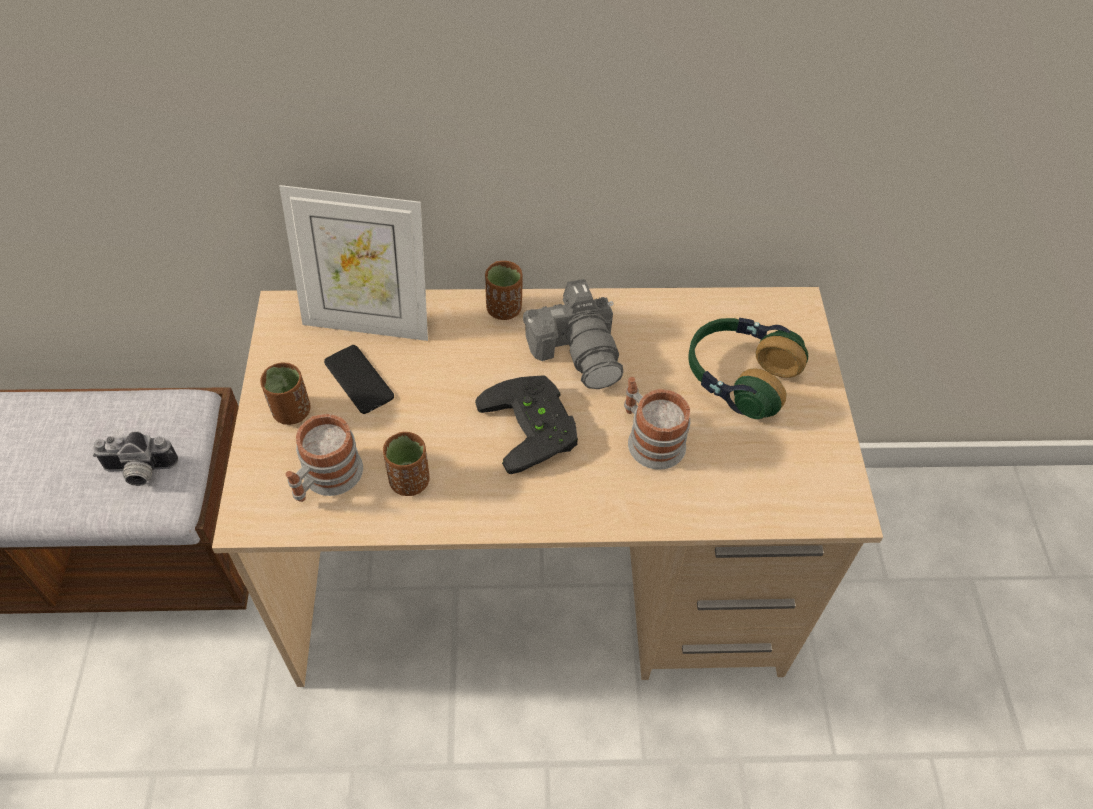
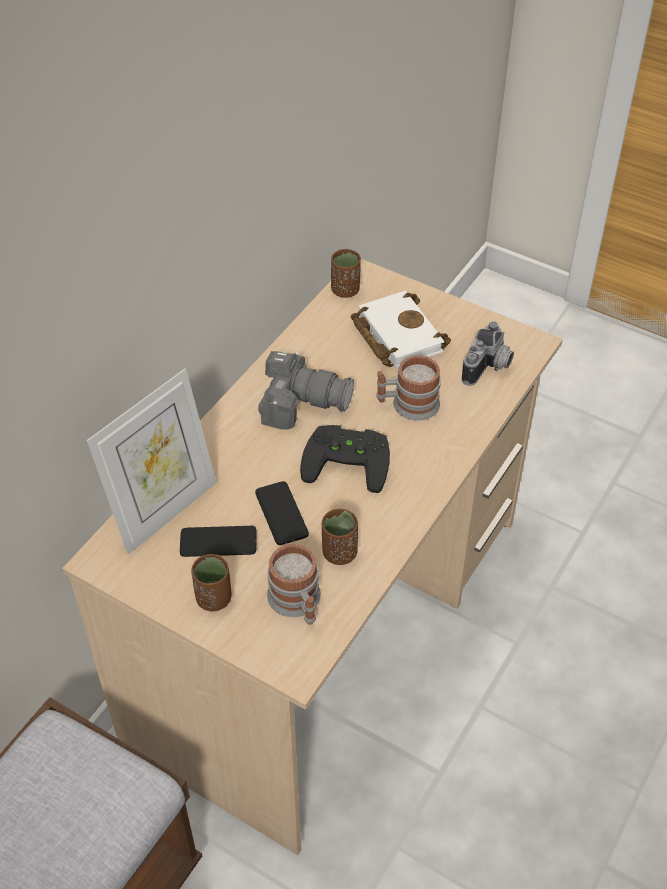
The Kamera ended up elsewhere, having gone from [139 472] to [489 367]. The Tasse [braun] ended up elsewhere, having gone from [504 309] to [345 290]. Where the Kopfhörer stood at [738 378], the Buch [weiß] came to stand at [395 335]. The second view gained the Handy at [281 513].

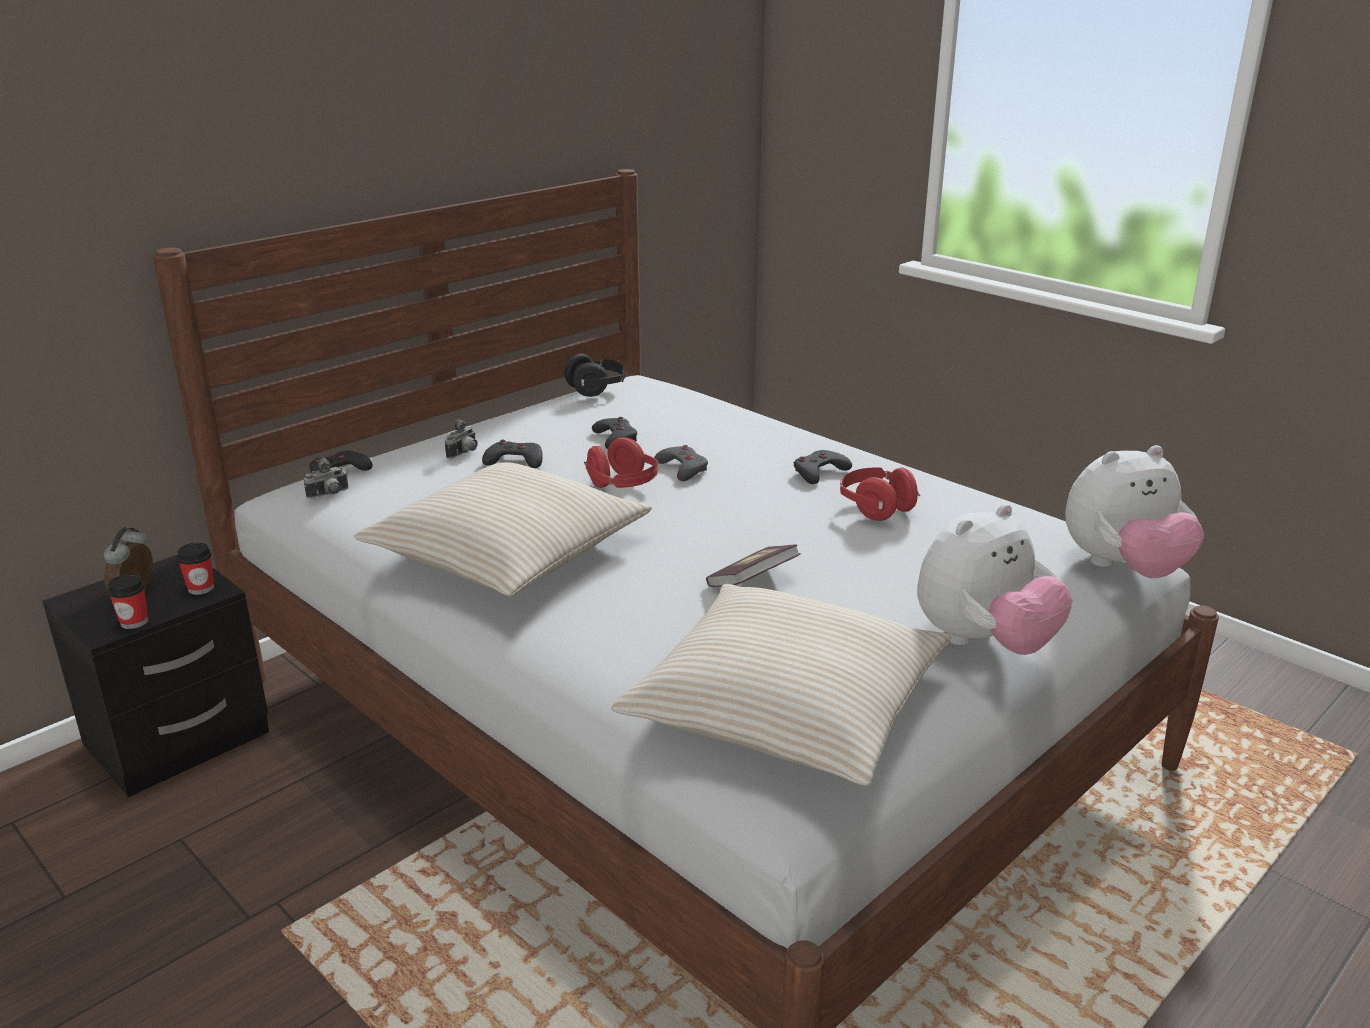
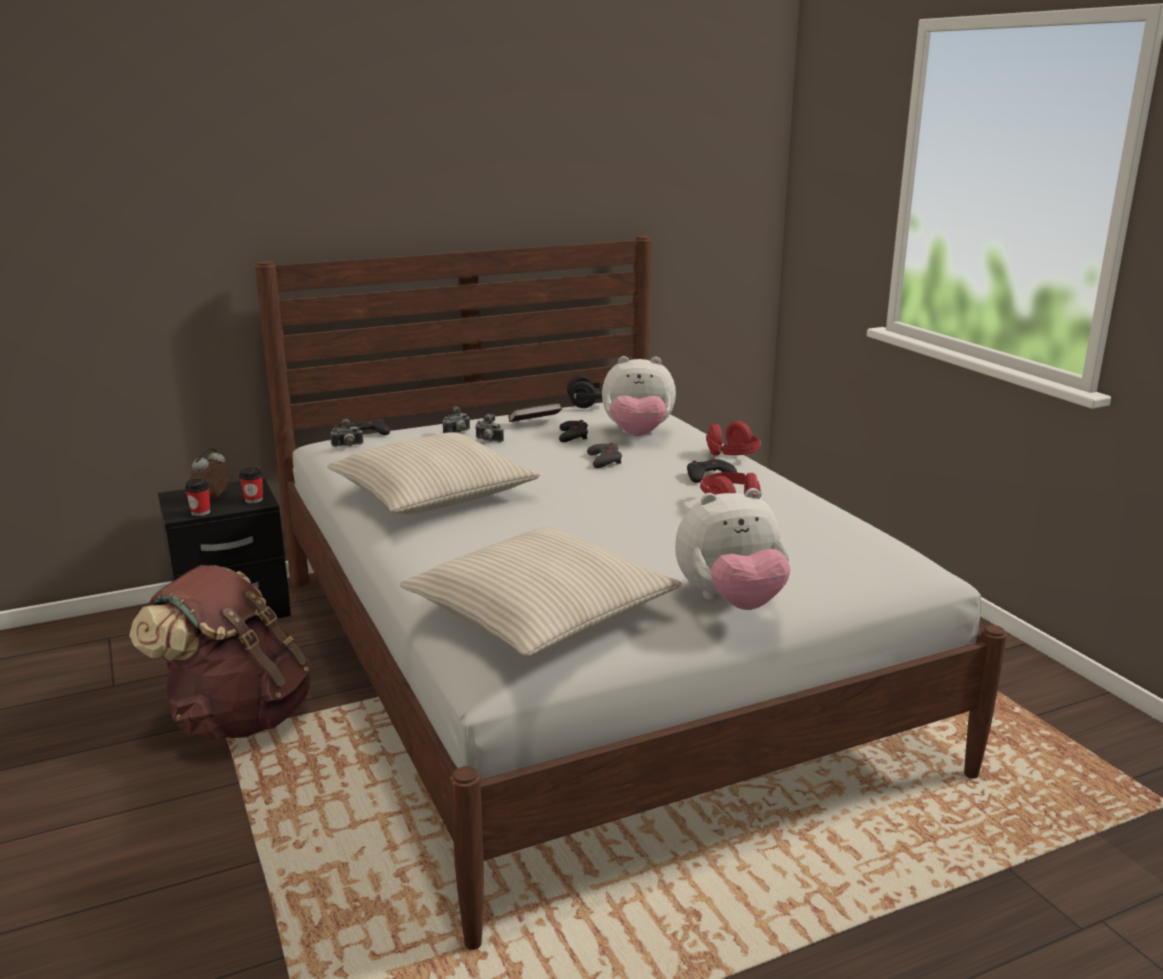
Where the Gamepad [schwarz] stood at [515 460], the Kamera came to stand at [488 441]. The Kopfhörer [rot] ended up elsewhere, having gone from [623 486] to [732 456]. The Buch ended up elsewhere, having gone from [752 582] to [535 423]. The Plüschtier ended up elsewhere, having gone from [1123 568] to [637 435]. The second view gained the Rucksack [braun] at [237 718].

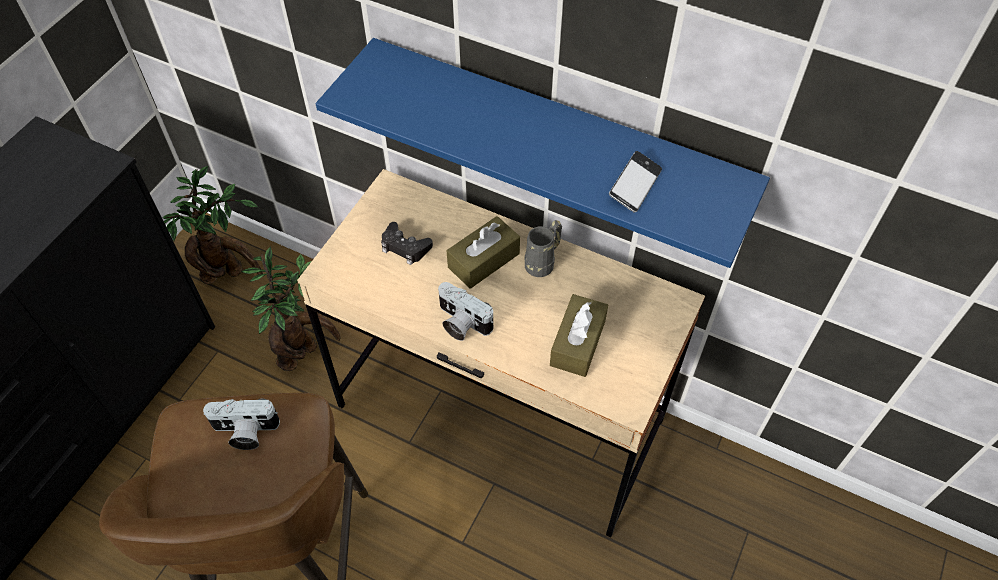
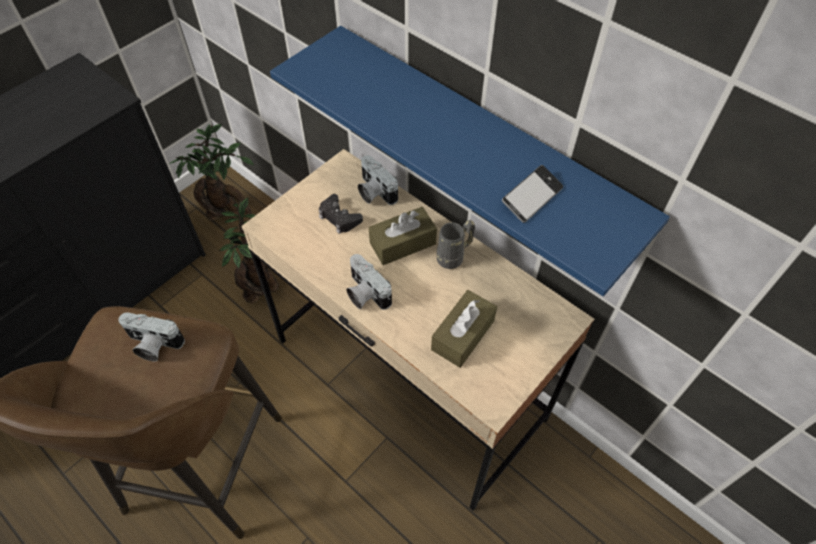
The second view gained the Kamera at [374 192].

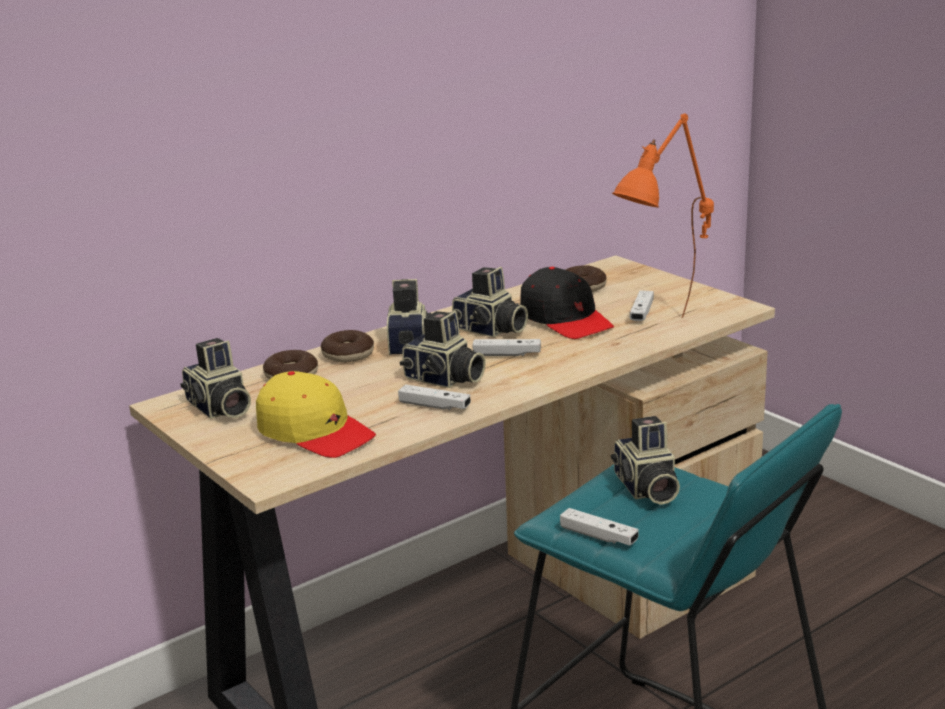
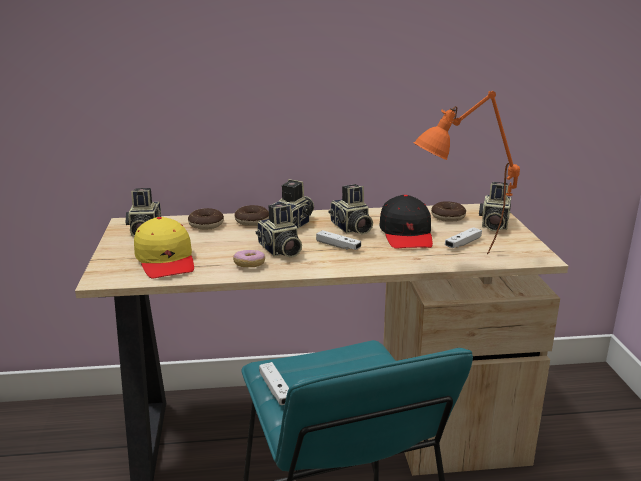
Where the Gamepad [weiß] stood at [434 406], the Donut came to stand at [249 265]. The Kamera ended up elsewhere, having gone from [645 489] to [493 225].

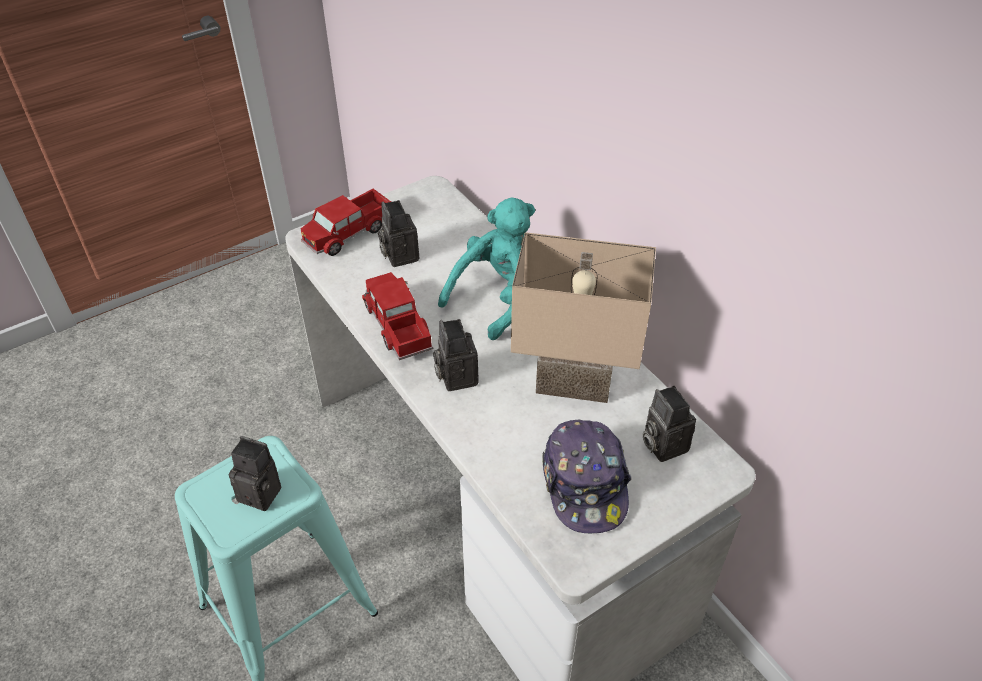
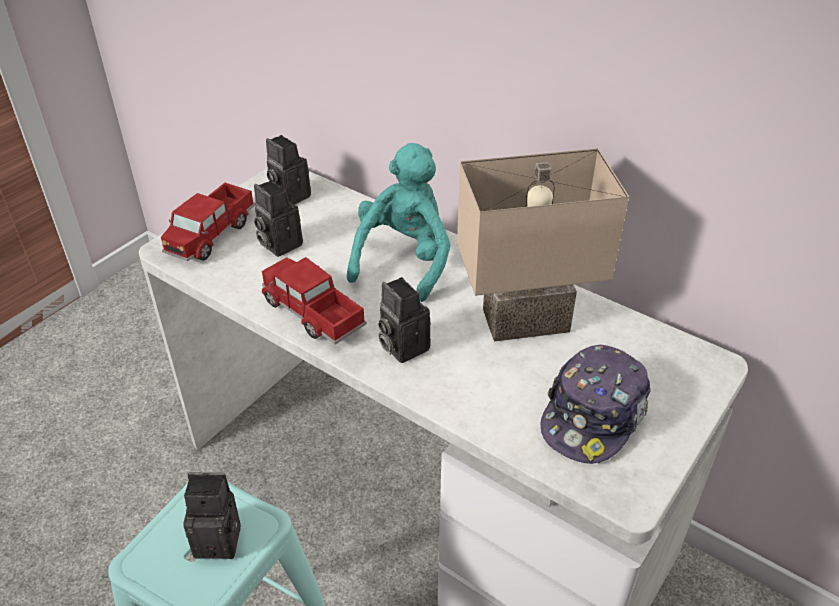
The Kappe at [585 484] ended up facing another way, 60 degrees clockwise from before. The Kamera ended up elsewhere, having gone from [662 443] to [288 196].

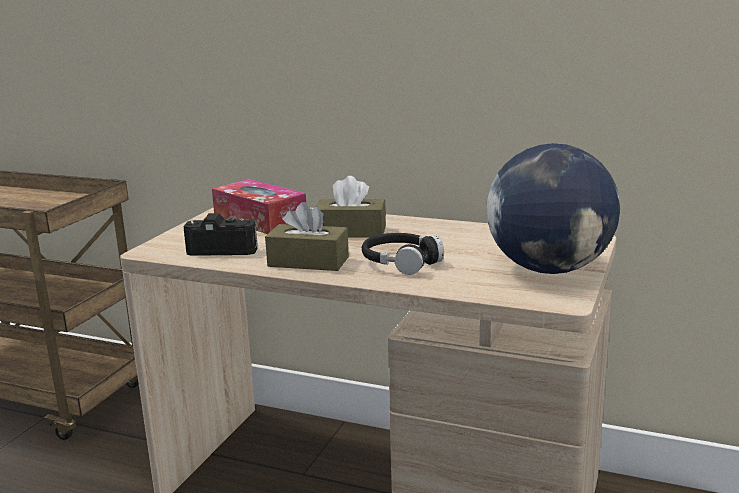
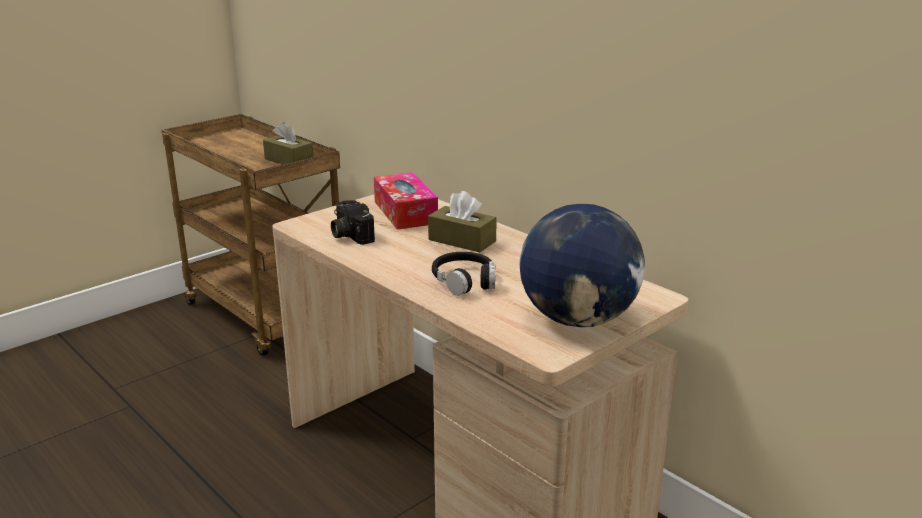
The Kamera at [224 248] ended up facing another way, 150 degrees counterclockwise from before. The Taschentuchbox [braun] ended up elsewhere, having gone from [308 262] to [289 160].

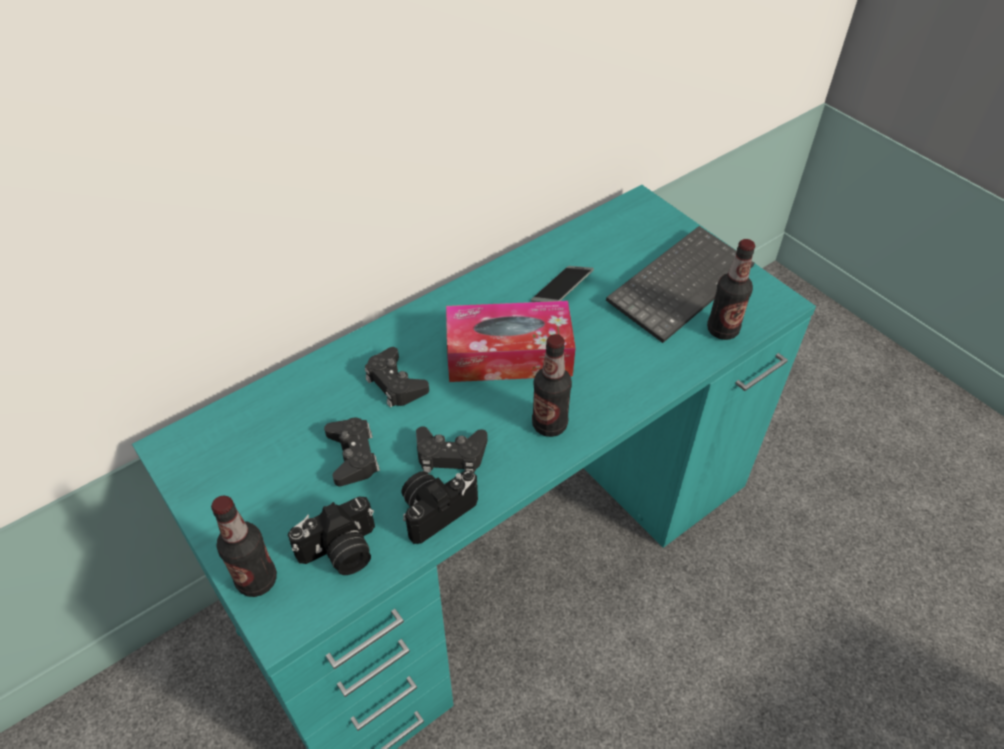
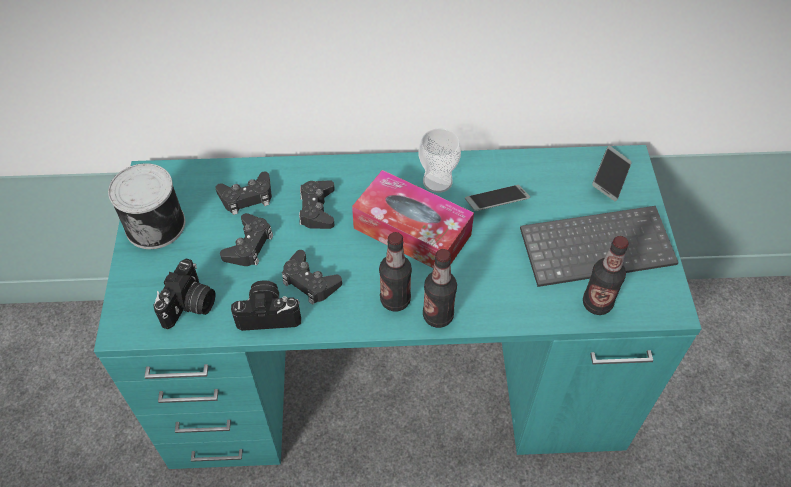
The Flasche ended up elsewhere, having gone from [257 580] to [438 316]. The Kamera at [341 552] ended up facing another way, 75 degrees counterclockwise from before. The second view gained the Dose at [156 224]. The second view gained the Gamepad [schwarz] at [247 197]. The second view gained the Tasse at [437 181]. The second view gained the Handy at [610 177].

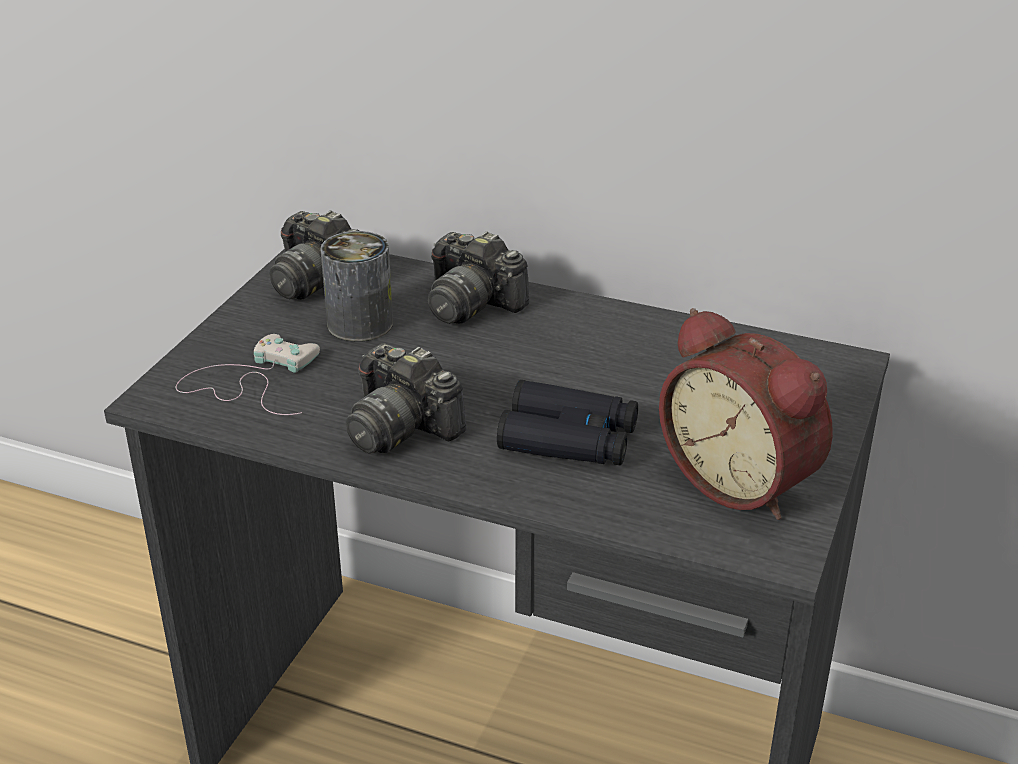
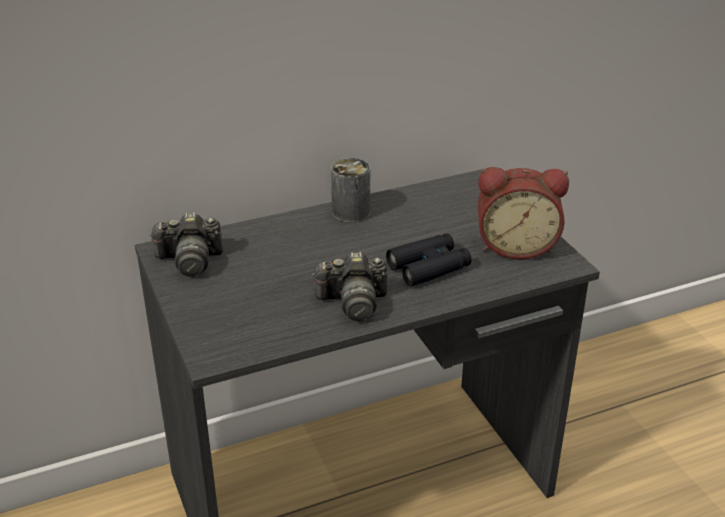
The second view lost the Gamepad [weiß] at [251 381]. The Dose ended up elsewhere, having gone from [360 324] to [351 212]. The second view lost the Kamera at [471 303].

